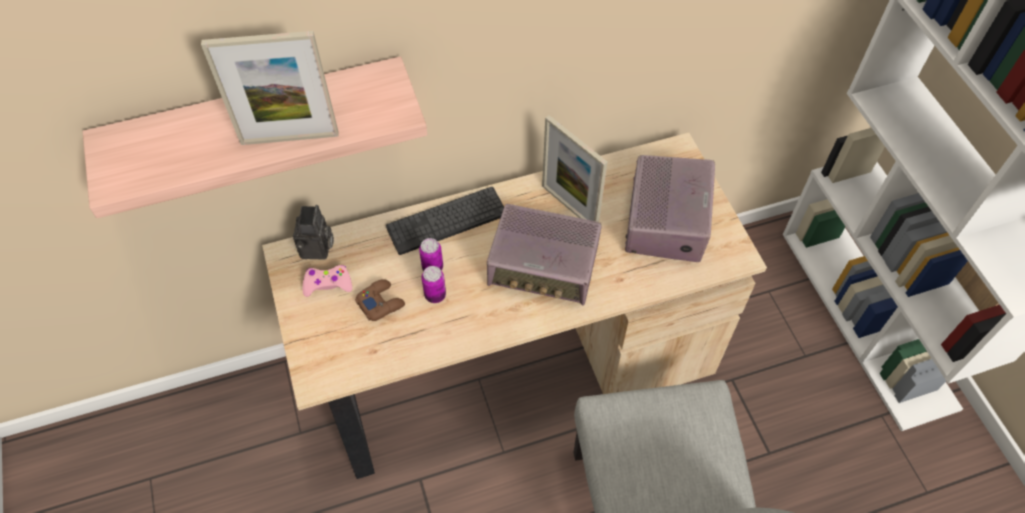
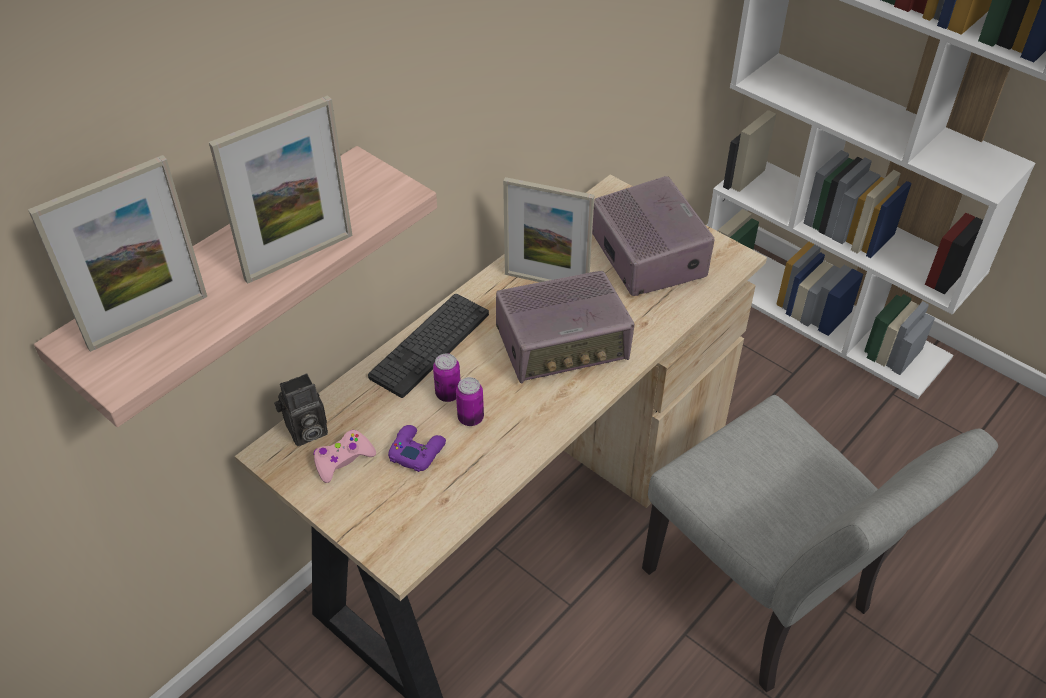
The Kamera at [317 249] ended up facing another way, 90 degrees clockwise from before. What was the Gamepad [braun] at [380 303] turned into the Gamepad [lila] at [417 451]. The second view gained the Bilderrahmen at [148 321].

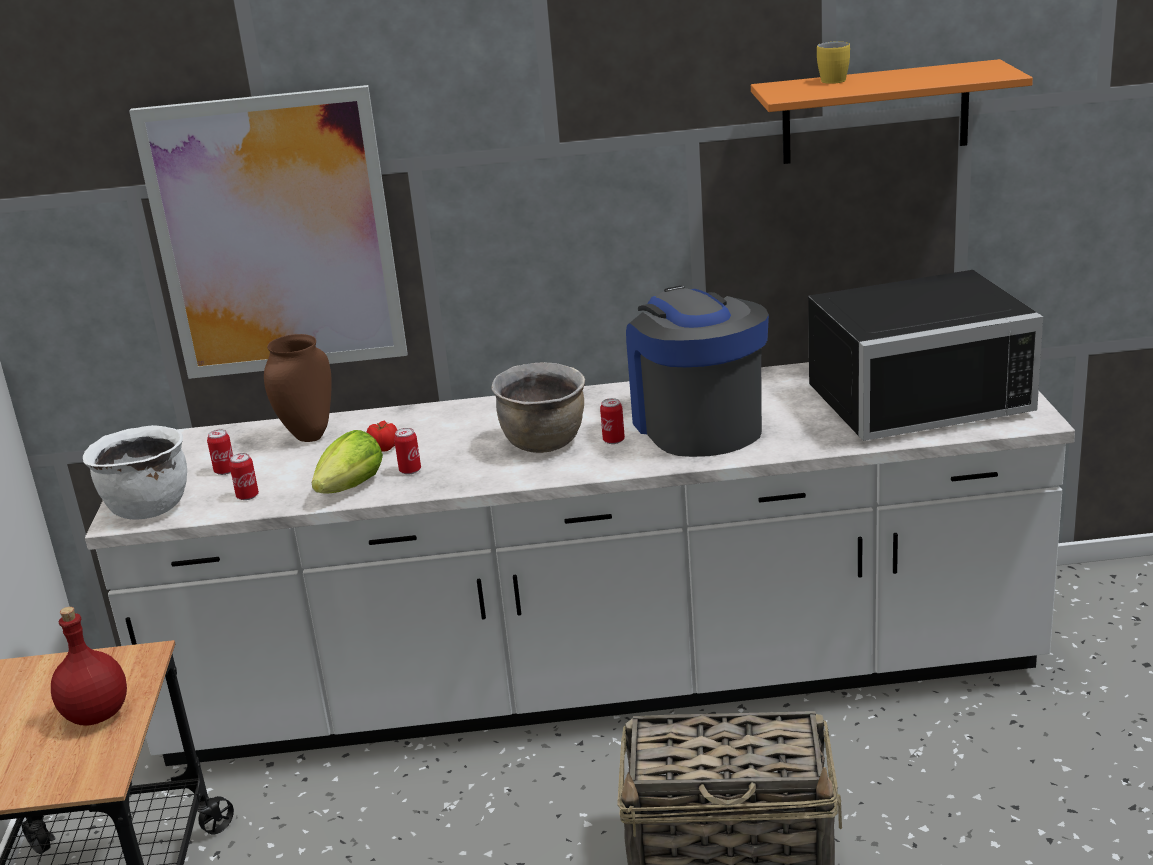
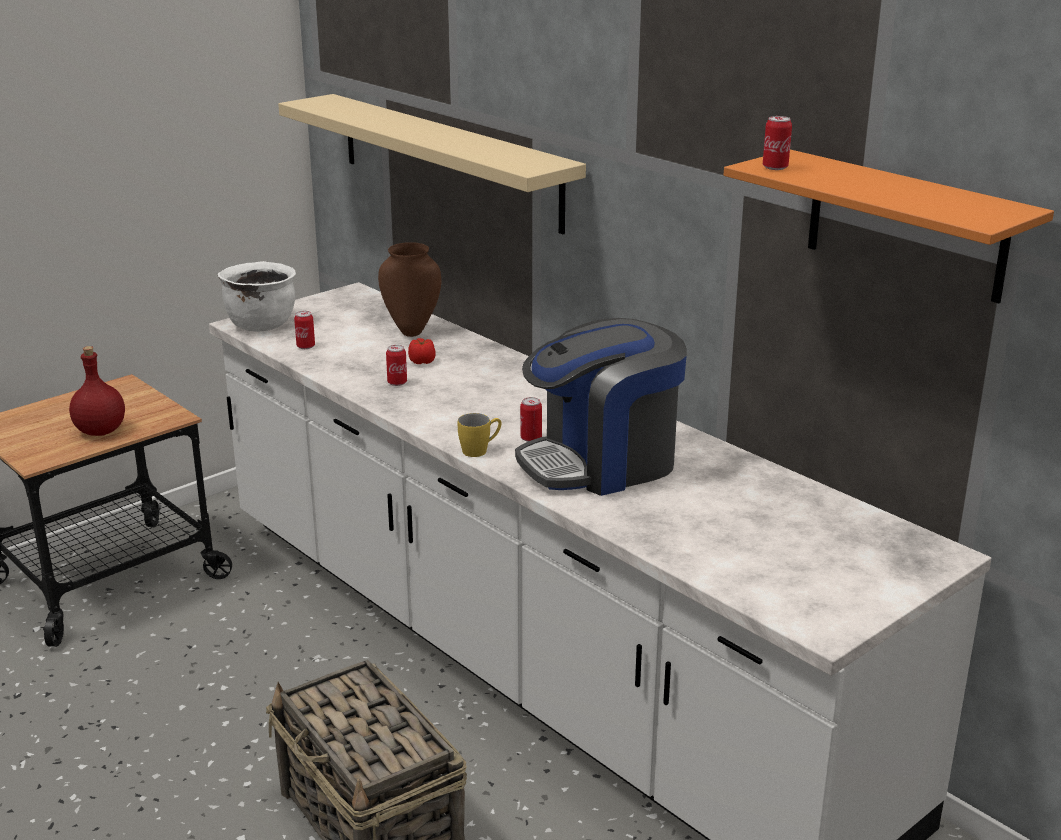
Where the Bild hung at [275 236], the Wandregal [beige] came to hang at [447 160]. The Dose ended up elsewhere, having gone from [225 471] to [775 167]. The second view lost the Salatkopf at [352 487]. The second view lost the Kochtopf [braun] at [544 443]. The Kaffeemaschine at [697 424] ended up facing another way, 150 degrees counterclockwise from before. The second view lost the Mikrowelle [schwarz] at [913 396]. The Henkelbecher [gelb] ended up elsewhere, having gone from [833 79] to [480 450].

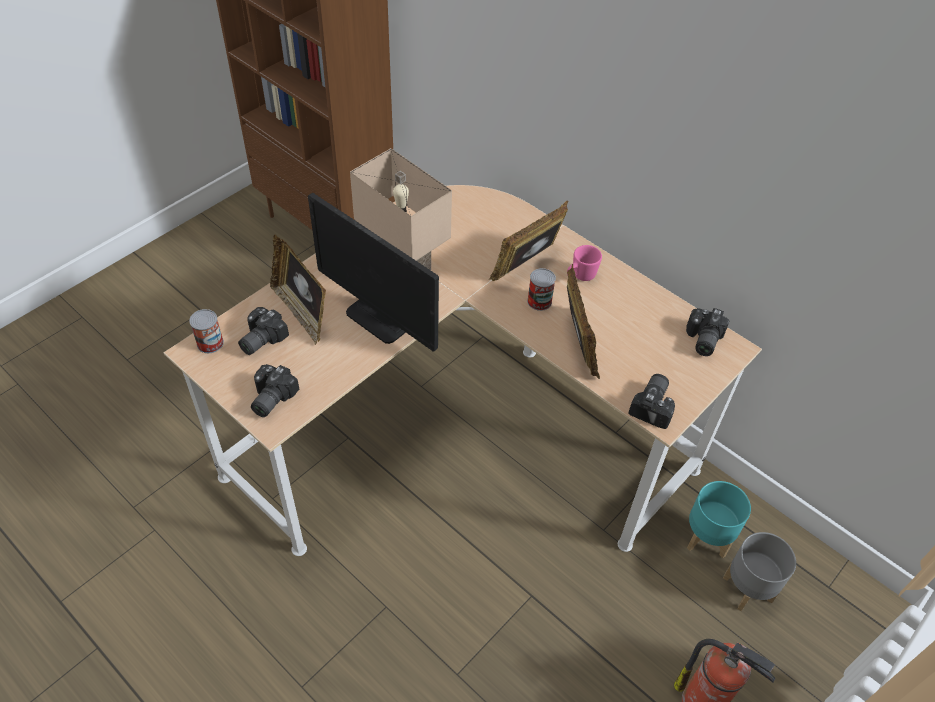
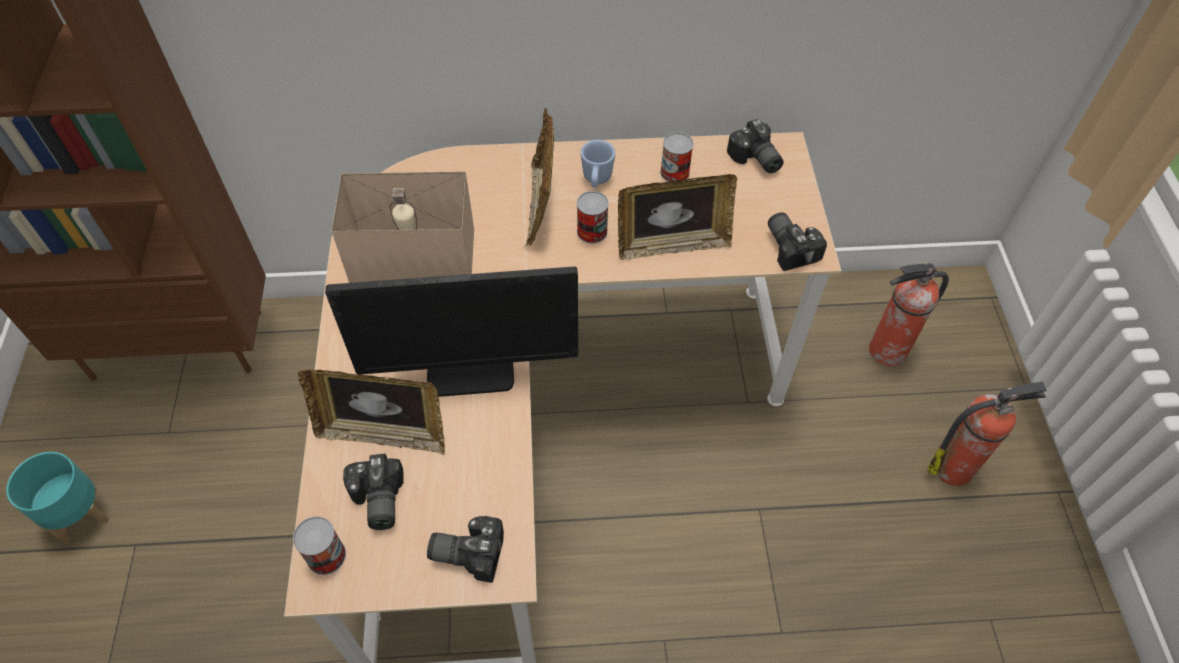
The Kamera at [269 398] ended up facing another way, 120 degrees clockwise from before. What was the Henkelbecher [rosa] at [580 276] turned into the Henkelbecher [blau] at [596 180]. The Bilderrahmen at [578 345] ended up facing another way, 135 degrees clockwise from before. The Pflanzkübel [türkis] ended up elsewhere, having gone from [707 538] to [81 515]. Where the Pflanzkübel [grau] stood at [747 588], the Feuerlöscher came to stand at [885 351]. The second view gained the Dose at [674 172].

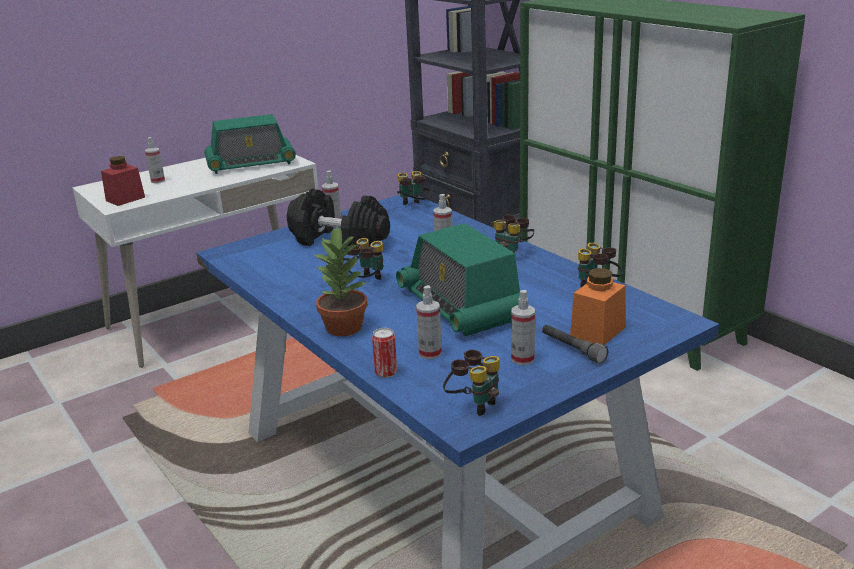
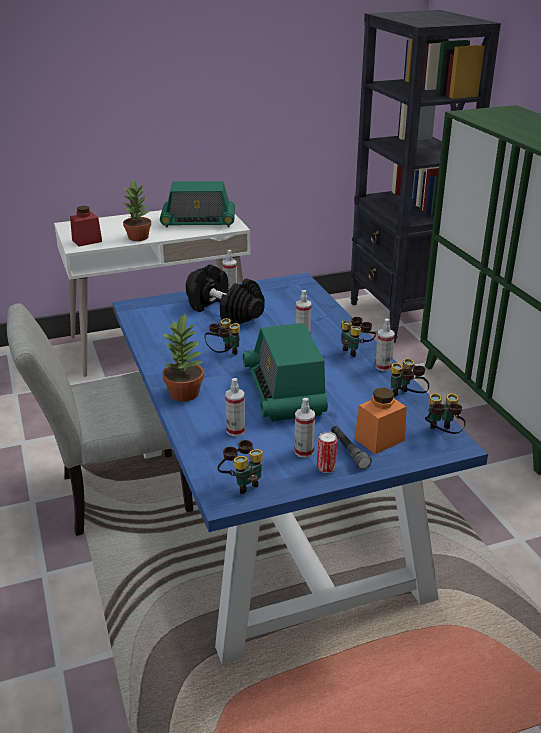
The Sprühflasche ended up elsewhere, having gone from [158 181] to [383 367]. The Dose ended up elsewhere, having gone from [386 373] to [326 468]. The Fernglas ended up elsewhere, having gone from [413 207] to [441 434]. The second view gained the Stuhl [grau] at [114 495]. The second view gained the Topfpflanze at [139 237].

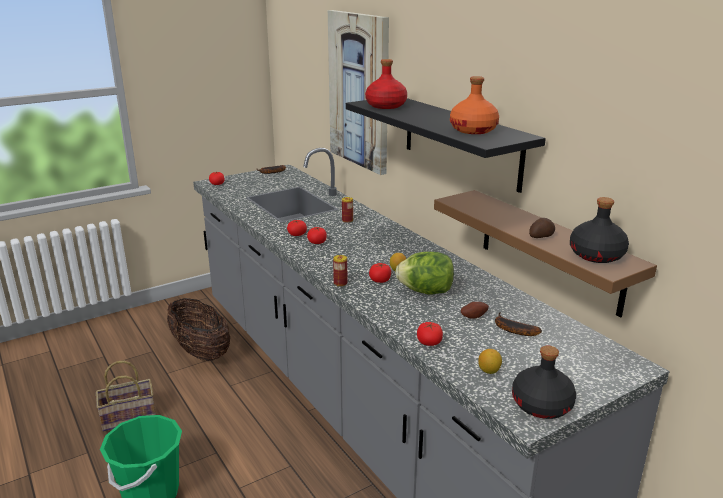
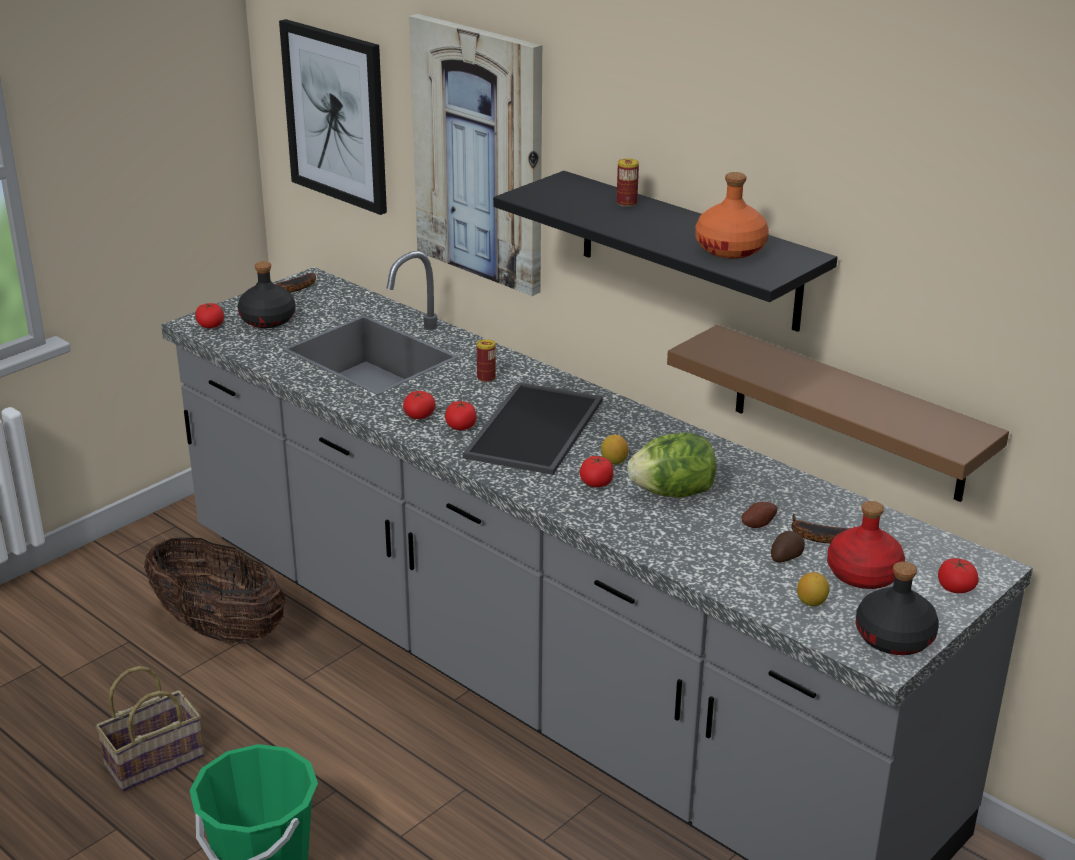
The Dose ended up elsewhere, having gone from [340 283] to [626 203]. The Flasche [rot] ended up elsewhere, having gone from [386 106] to [863 575]. The Tomate ended up elsewhere, having gone from [429 342] to [955 587]. The Kartoffel ended up elsewhere, having gone from [540 236] to [785 556]. The Flasche [schwarz] ended up elsewhere, having gone from [596 255] to [267 320]. The second view gained the Bild at [336 116]. The second view gained the Tablett at [536 430].

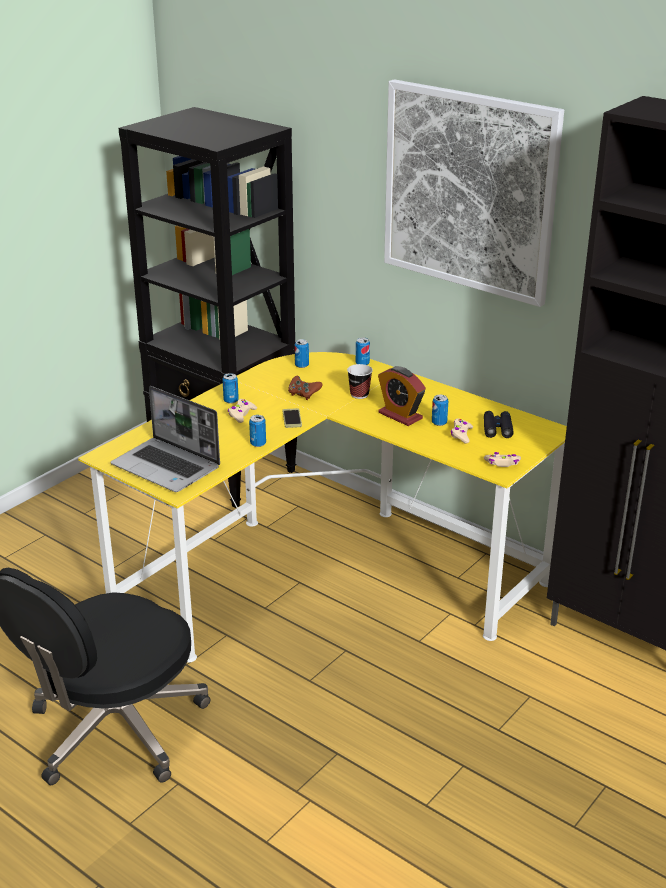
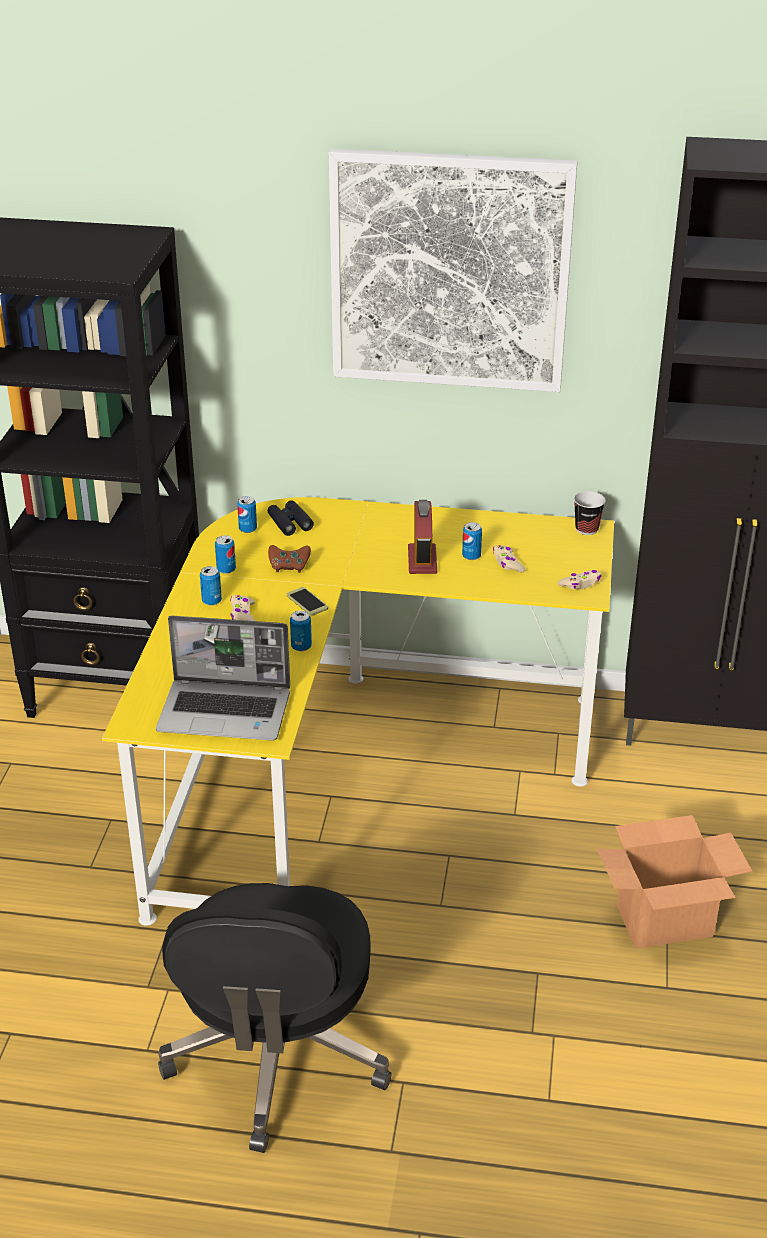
The Tasse ended up elsewhere, having gone from [359 395] to [586 529]. The Dose ended up elsewhere, having gone from [362 363] to [226 569]. The Wecker at [400 416] ended up facing another way, 105 degrees counterclockwise from before. The Fernglas [schwarz] ended up elsewhere, having gone from [497 428] to [290 523]. The second view gained the Karton at [665 920].

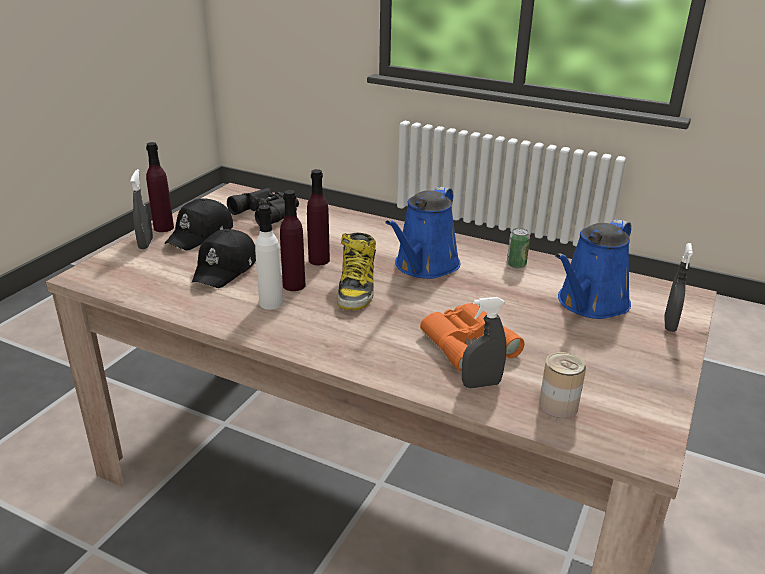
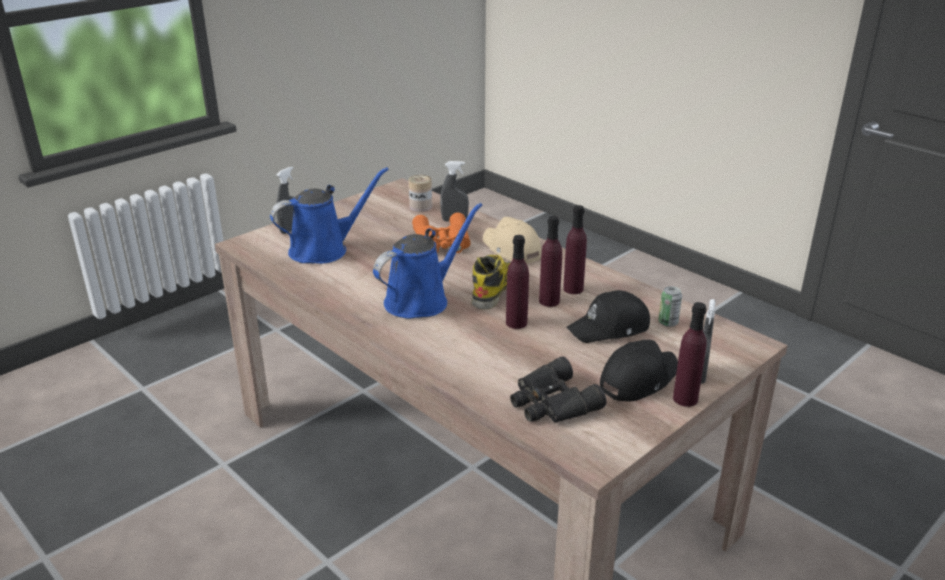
The Kappe [schwarz] at [226 268] ended up facing another way, 150 degrees counterclockwise from before. What was the Flasche [weiß] at [271 303] turned into the Flasche [lila] at [573 289]. The Dose ended up elsewhere, having gone from [516 265] to [668 322]. The second view gained the Kappe [beige] at [511 249].

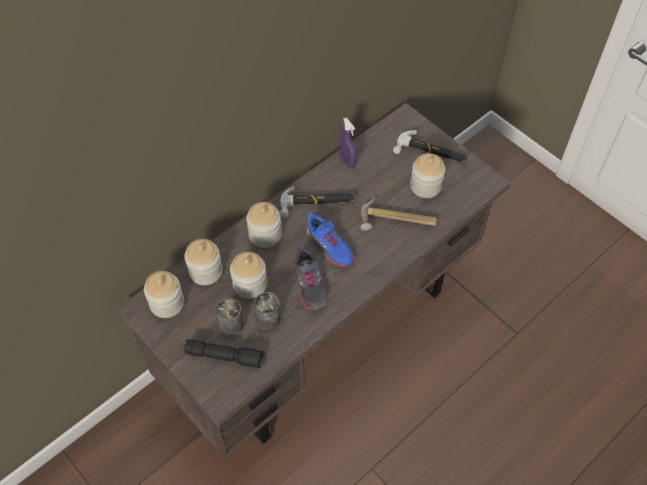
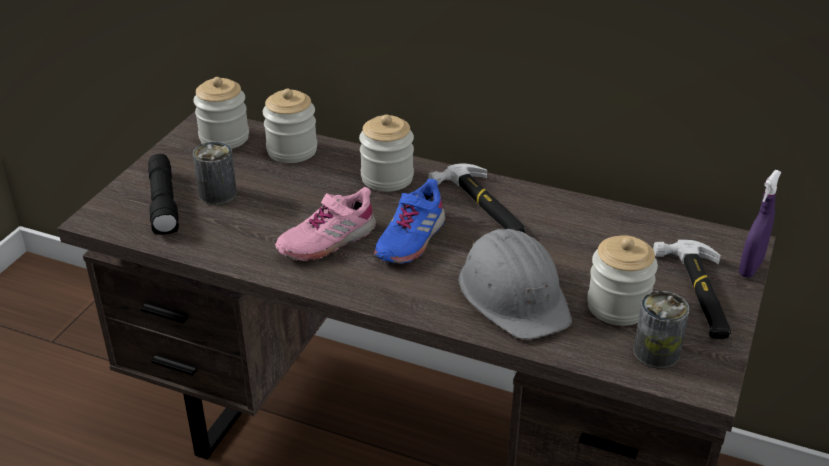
The second view lost the Vorratsglas at [250 284]. The Dose ended up elsewhere, having gone from [268 319] to [656 352]. What was the Schuh [grau] at [309 284] turned into the Schuh [rosa] at [326 240]. The Sprühflasche [lila] ended up elsewhere, having gone from [347 161] to [750 268]. Where the Hammer stood at [397 221], the Schutzhelm [grau] came to stand at [514 294].

